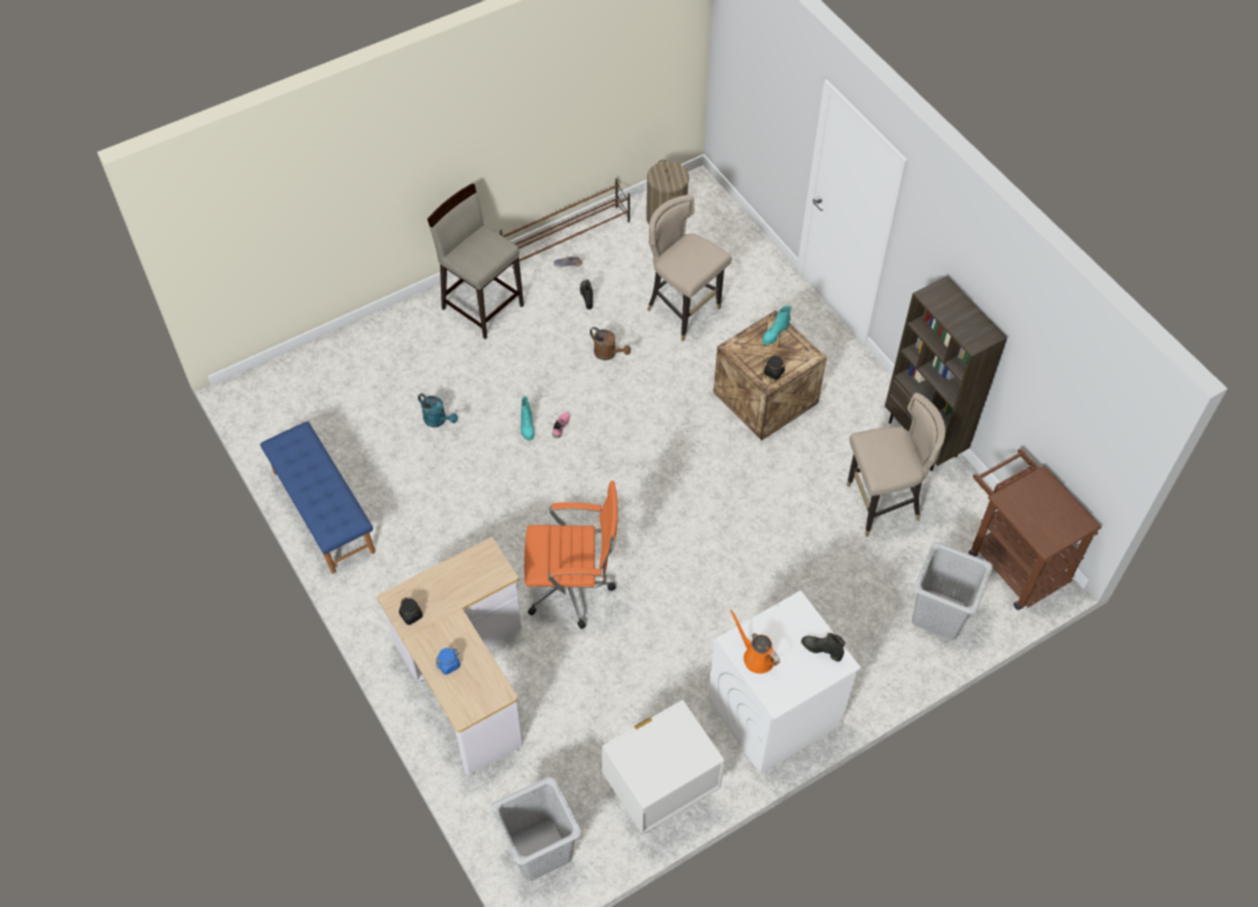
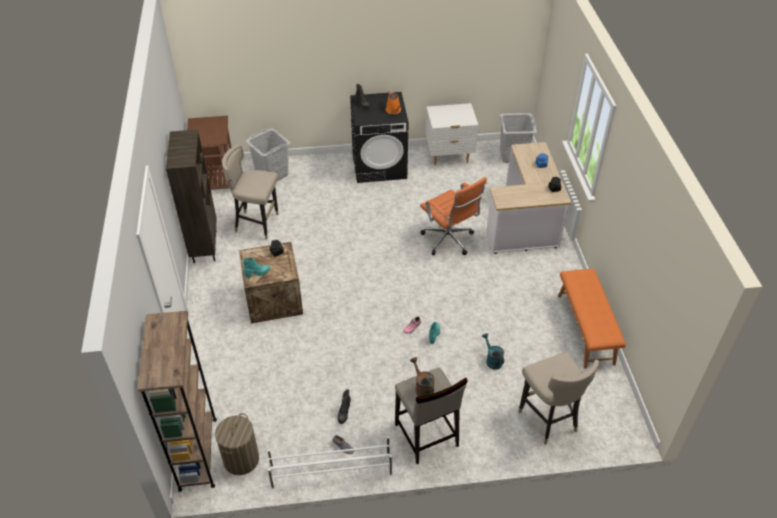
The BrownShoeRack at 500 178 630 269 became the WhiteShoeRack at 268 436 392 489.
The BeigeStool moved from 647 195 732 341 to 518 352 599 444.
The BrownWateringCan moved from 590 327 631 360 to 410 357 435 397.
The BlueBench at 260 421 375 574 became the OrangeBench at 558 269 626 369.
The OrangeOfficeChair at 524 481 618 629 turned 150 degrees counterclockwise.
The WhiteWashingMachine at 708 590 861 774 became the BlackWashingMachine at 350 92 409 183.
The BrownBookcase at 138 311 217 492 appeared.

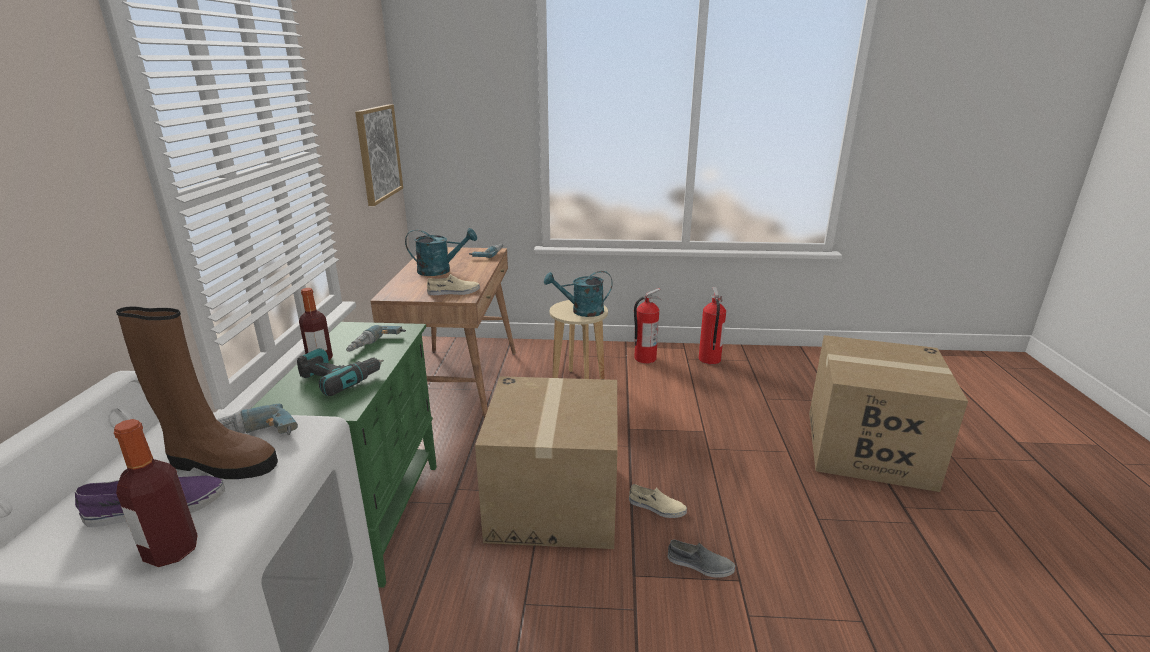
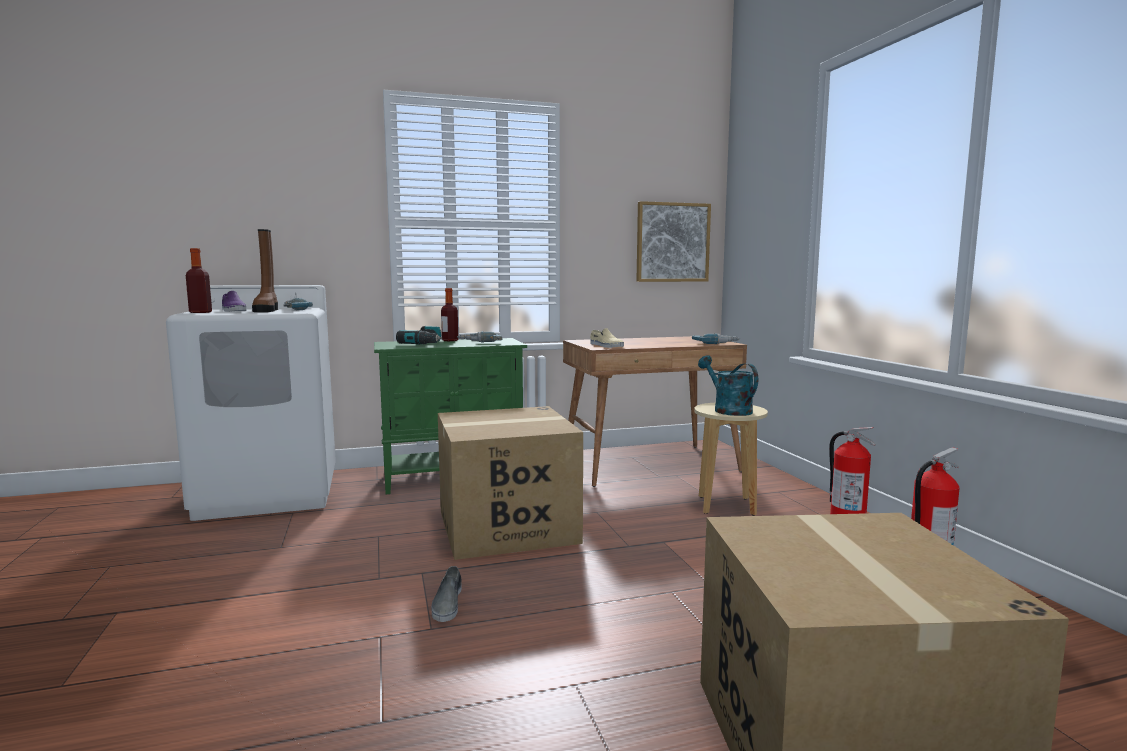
The TurquoiseWateringCan at 405 228 477 276 disappeared.
The BeigeShoe at 629 484 687 518 disappeared.

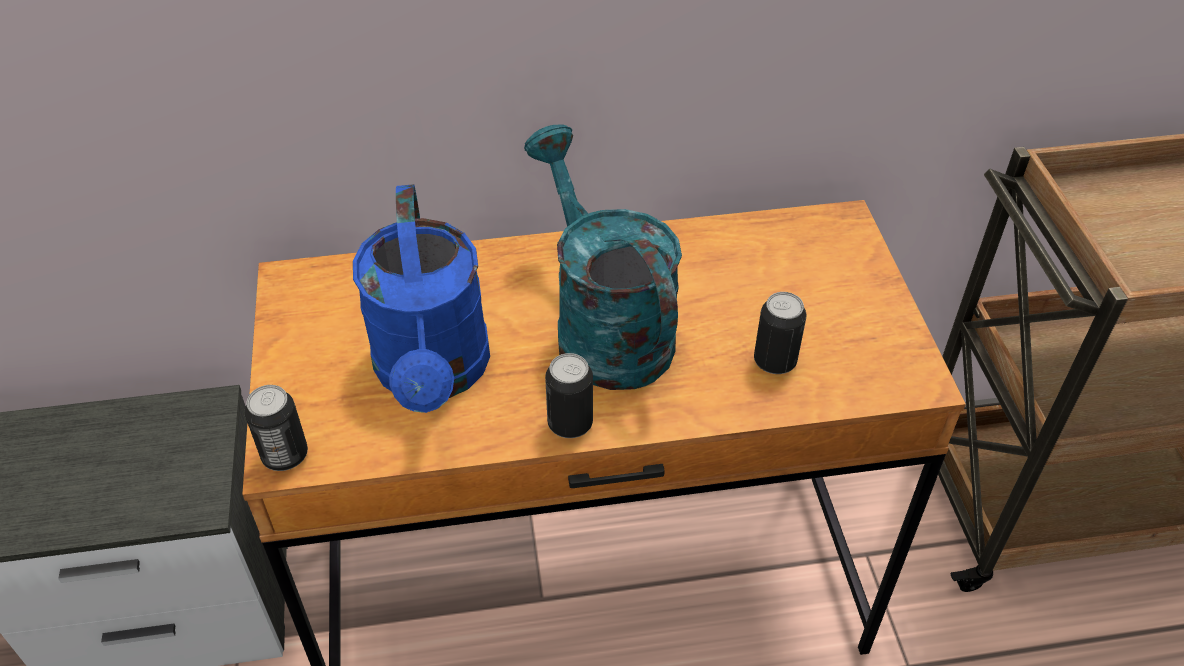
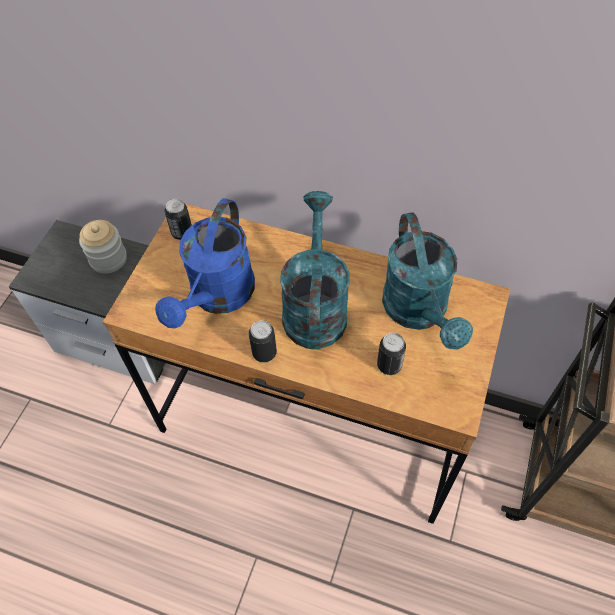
The Can moved from 245 385 308 471 to 164 199 192 240.
The TurquoiseWateringCan at 382 212 473 350 appeared.
The Jar at 79 220 127 274 appeared.

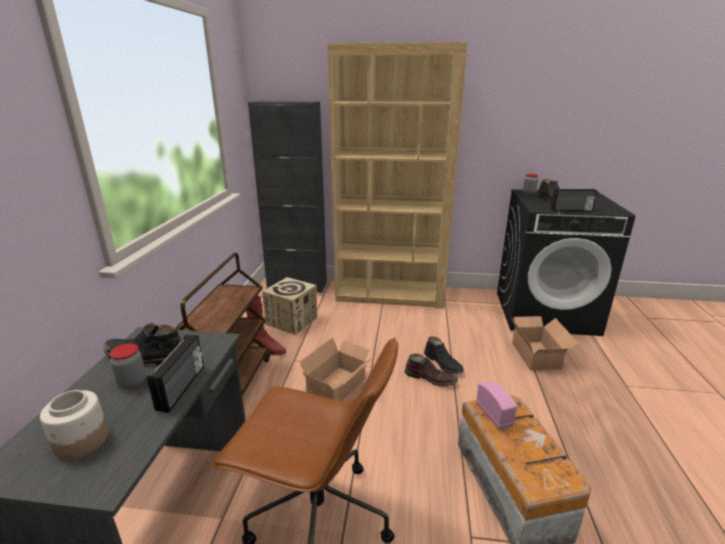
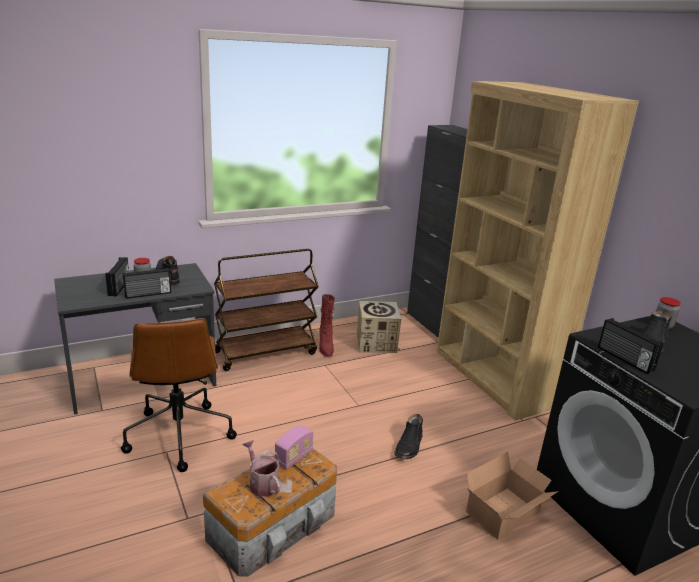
The CardboardBox at 300 337 374 401 disappeared.
The BrownBoot at 404 354 458 386 disappeared.
The Jar at 40 390 108 460 disappeared.
The Radio at 105 257 130 297 appeared.
The WateringCan at 242 440 280 497 appeared.

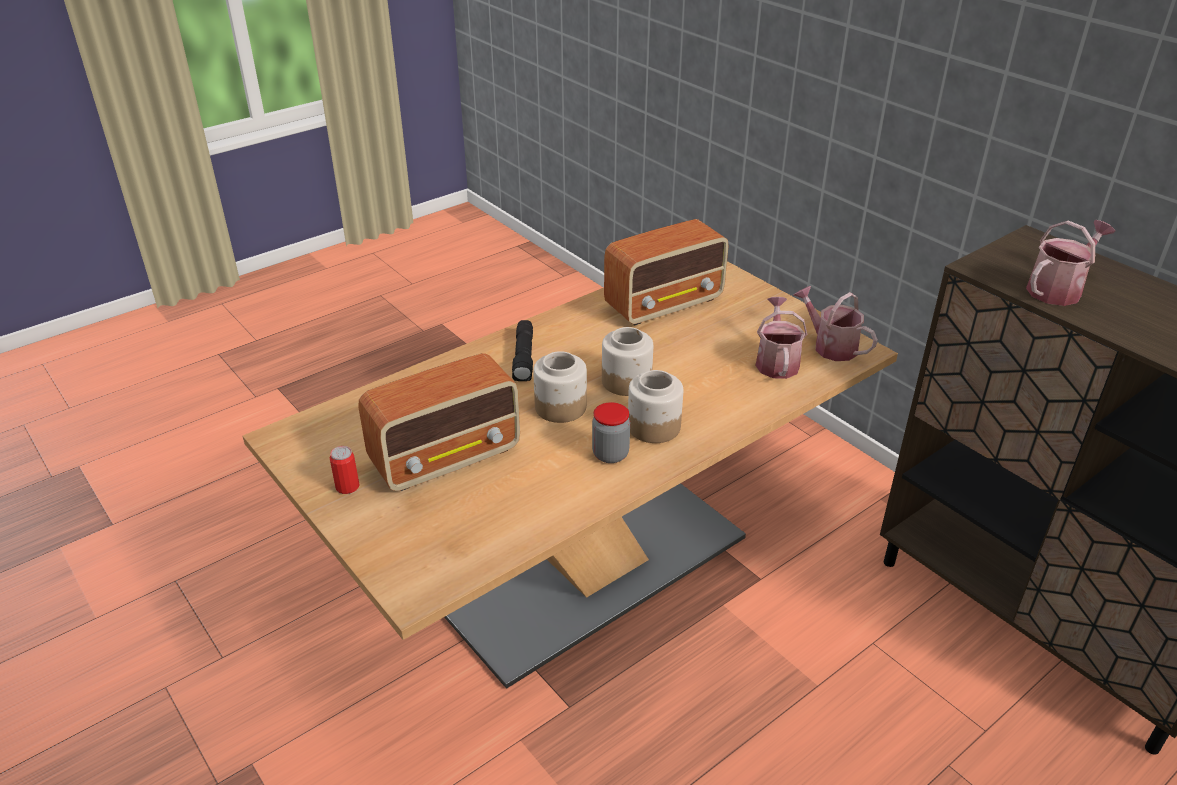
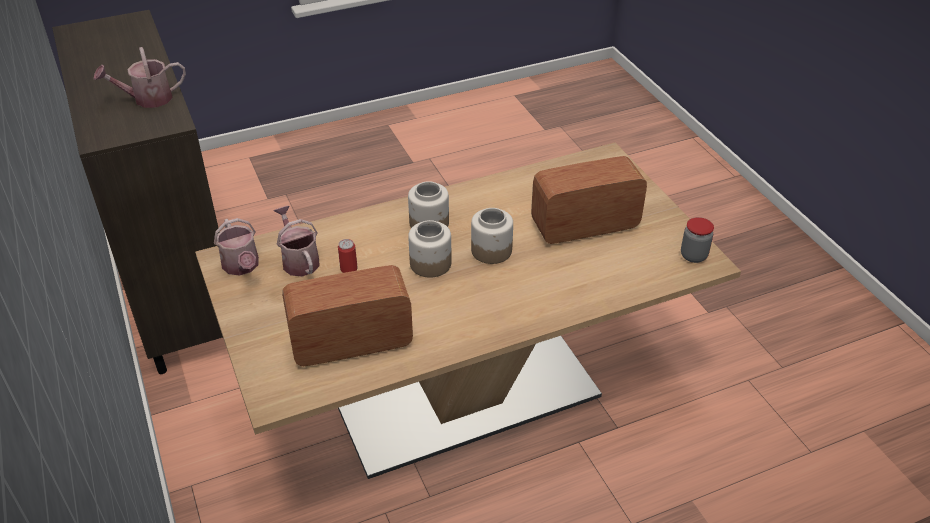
The WateringCan at 755 297 808 379 turned 135 degrees clockwise.
The BlackFlashlight at 512 320 533 381 disappeared.
The Jar moved from 592 402 630 463 to 681 217 714 263.
The Can moved from 330 446 360 494 to 338 239 357 273.

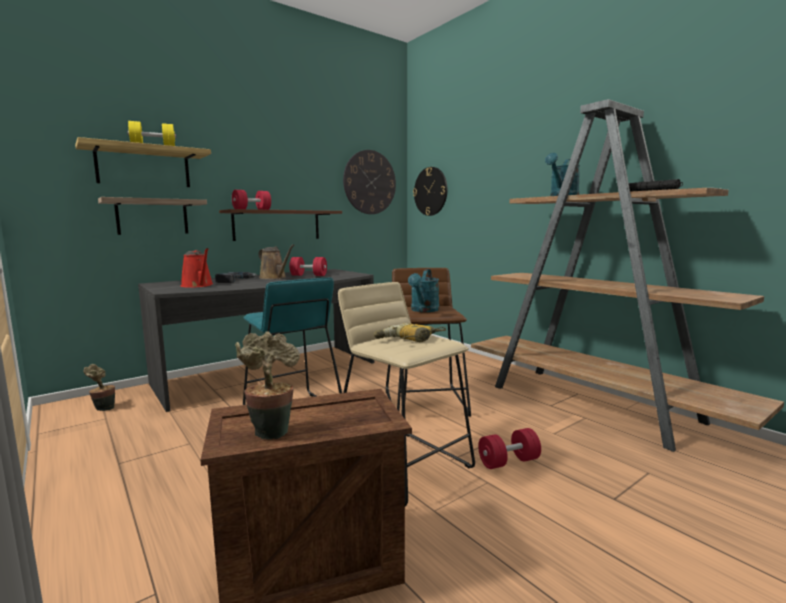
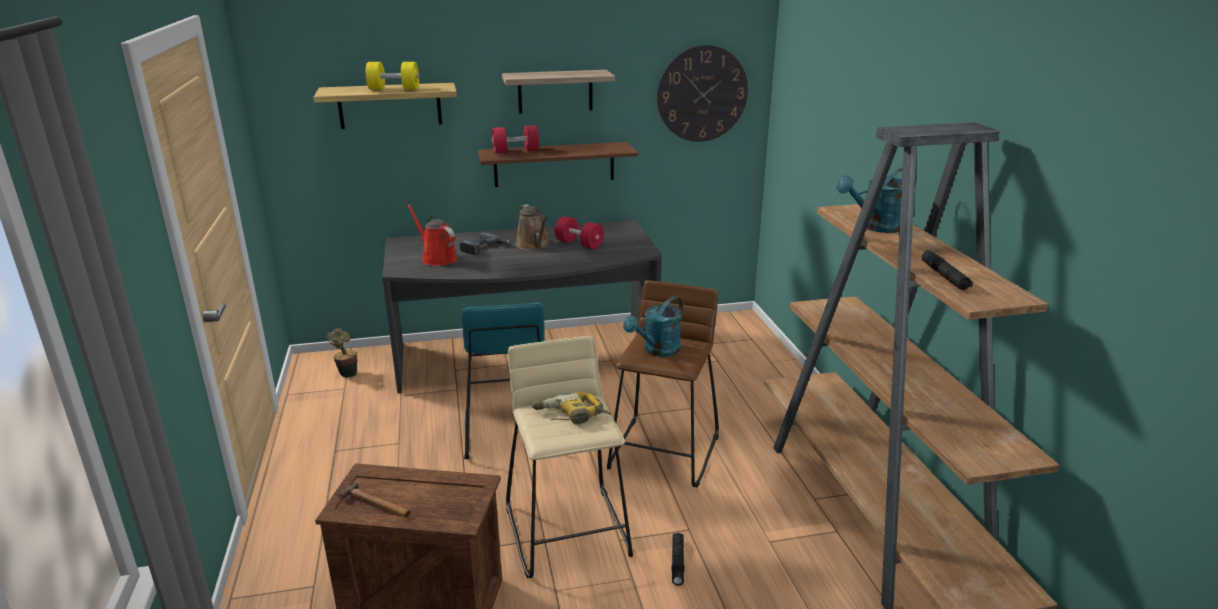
The WallClock at 413 167 448 216 disappeared.
The Shelf moved from 98 197 207 235 to 502 70 615 114.
The RedWateringCan at 181 248 213 288 turned 150 degrees clockwise.
The PottedPlant at 235 331 300 440 was replaced by the Hammer at 338 483 410 517.
The RedDumbbell at 478 428 541 469 was replaced by the BlackFlashlight at 671 533 684 586.

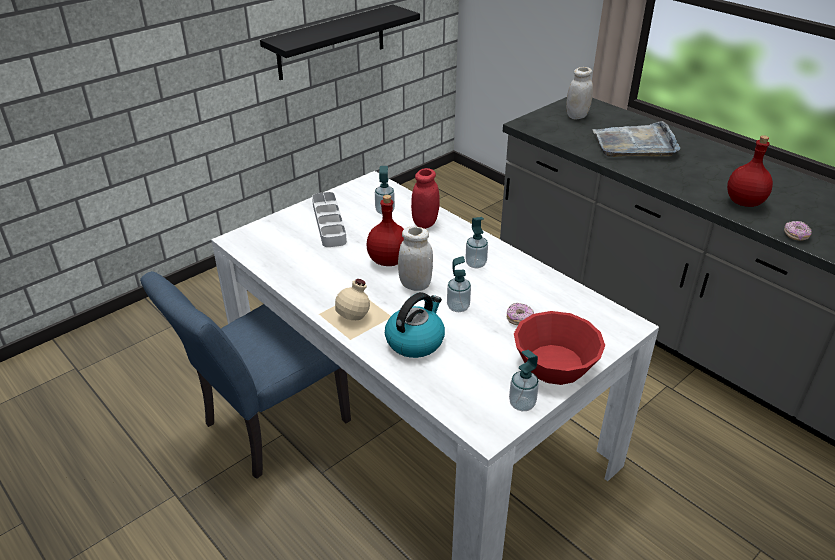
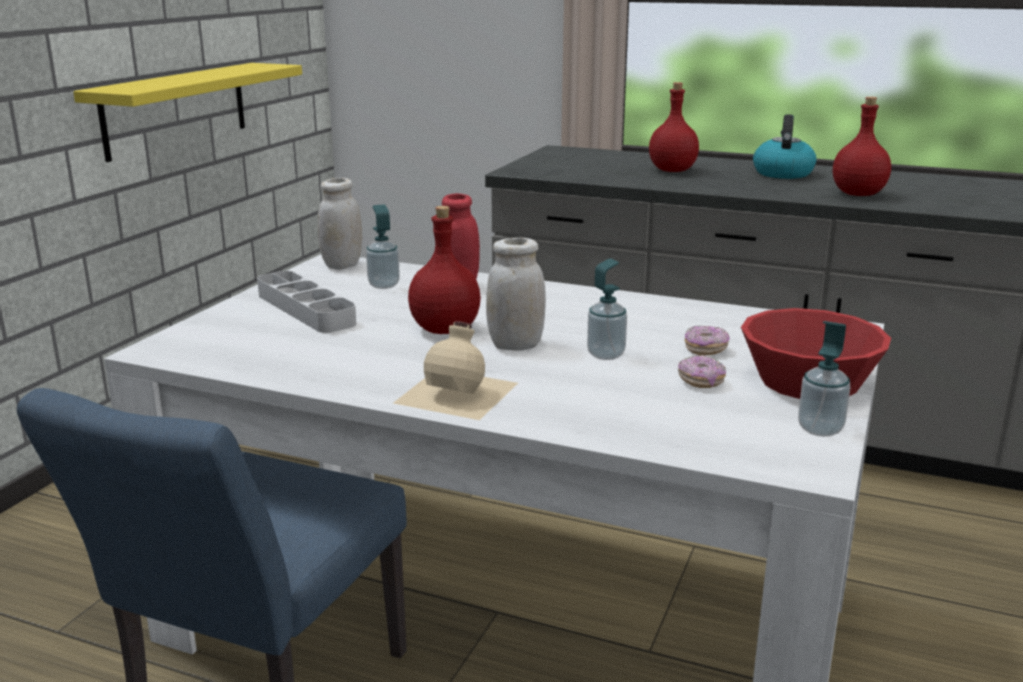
The BlackShelf at 260 4 420 80 became the YellowShelf at 73 63 302 162.
The WhiteJar moved from 566 67 593 119 to 318 178 362 270.
The GreyTray at 592 121 680 157 was replaced by the RedBottle at 649 82 699 172.
The SoapDispenser at 465 217 488 268 disappeared.
The Donut moved from 784 221 812 240 to 678 355 726 388.
The Kettle moved from 385 292 445 358 to 753 114 816 179.

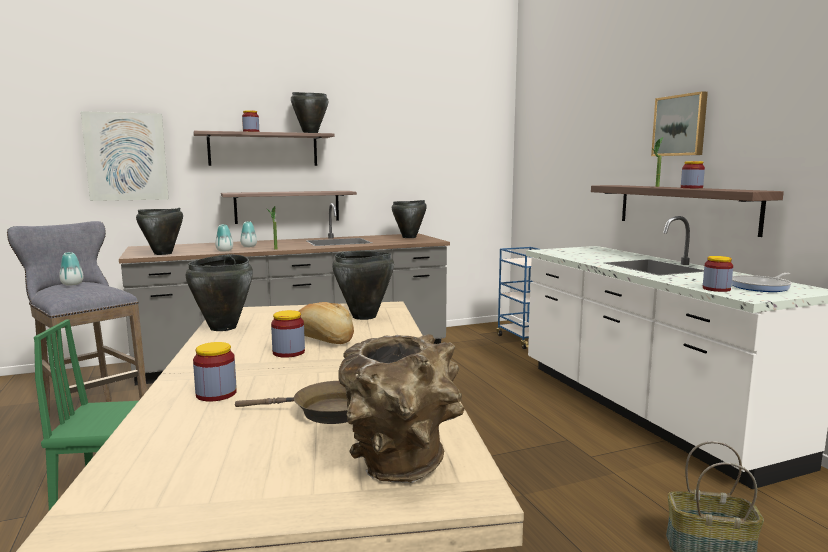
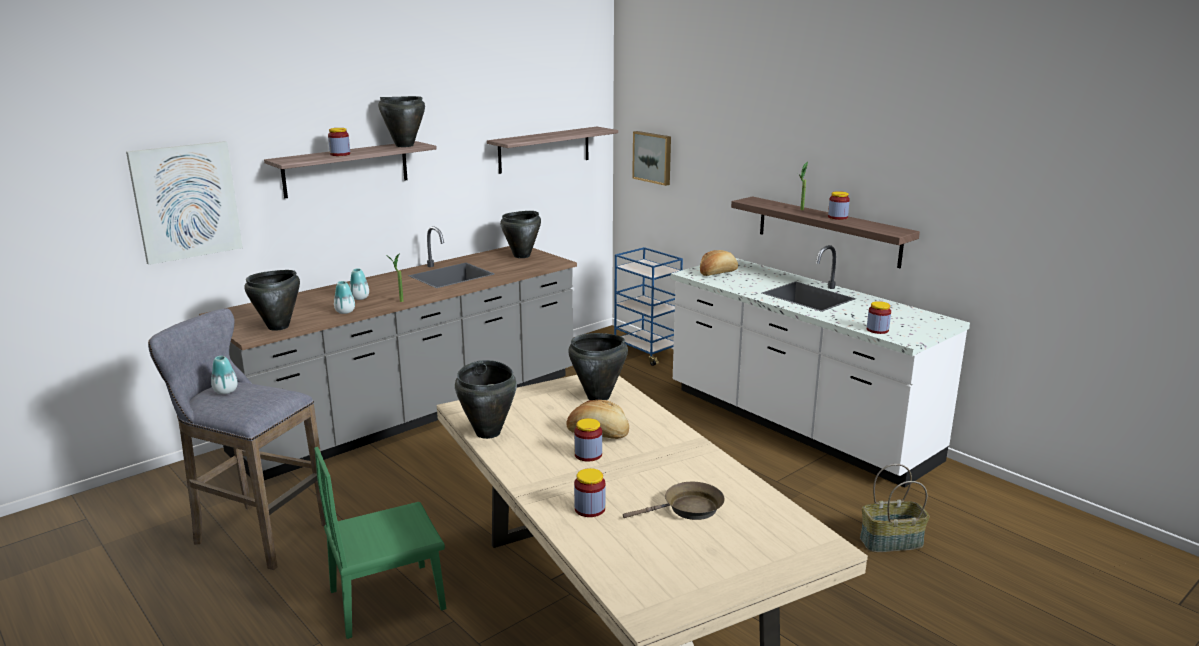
The Picture moved from 651 91 708 156 to 632 131 671 186.
The Shelf moved from 221 191 357 224 to 487 127 618 174.
The FryingPan at 732 273 792 292 disappeared.
The BrownVase at 338 334 465 483 disappeared.
The Bread at 700 250 738 276 appeared.

